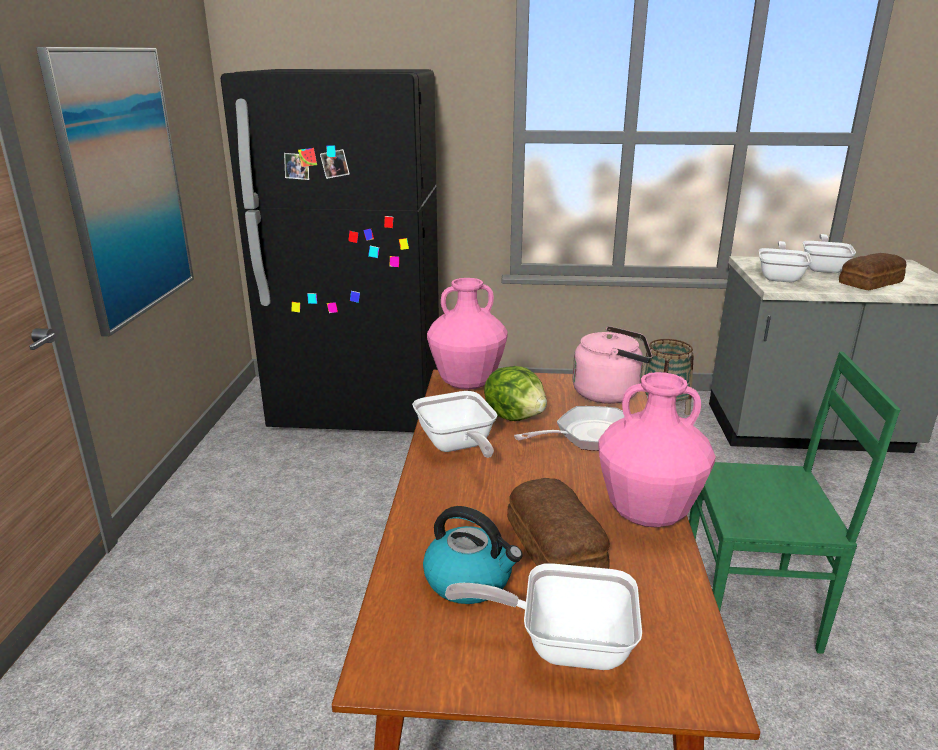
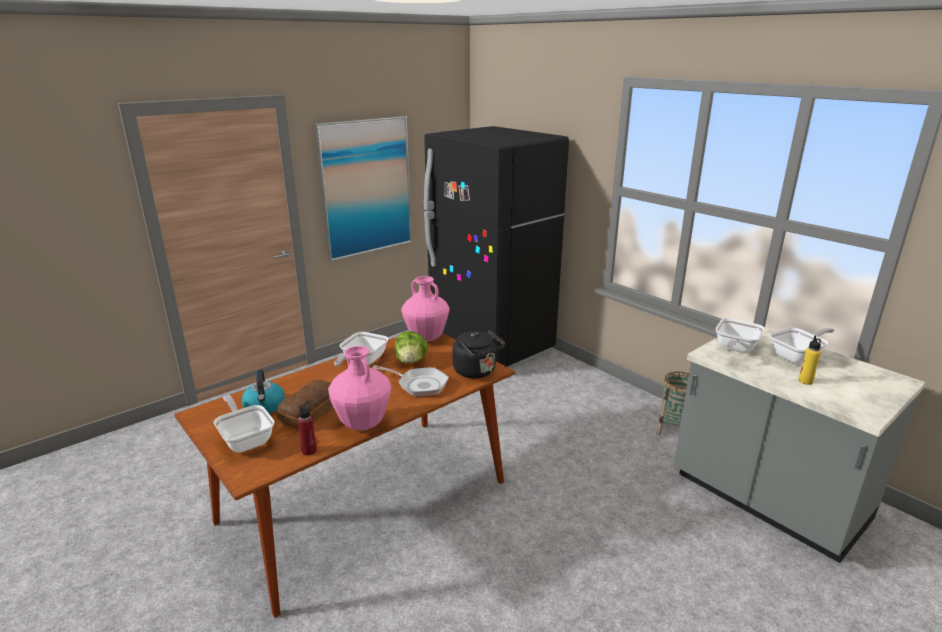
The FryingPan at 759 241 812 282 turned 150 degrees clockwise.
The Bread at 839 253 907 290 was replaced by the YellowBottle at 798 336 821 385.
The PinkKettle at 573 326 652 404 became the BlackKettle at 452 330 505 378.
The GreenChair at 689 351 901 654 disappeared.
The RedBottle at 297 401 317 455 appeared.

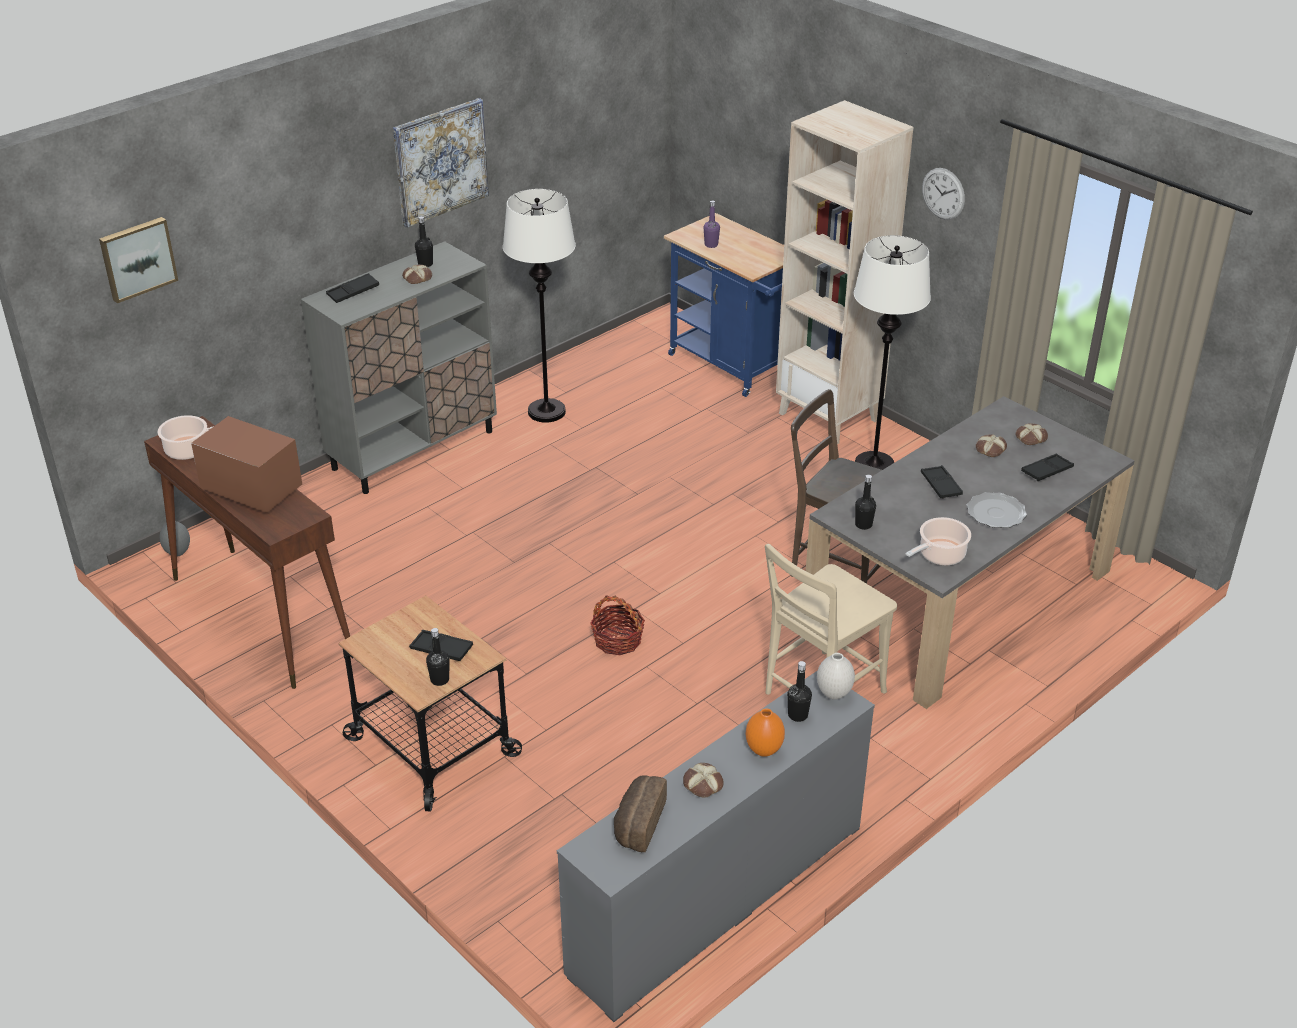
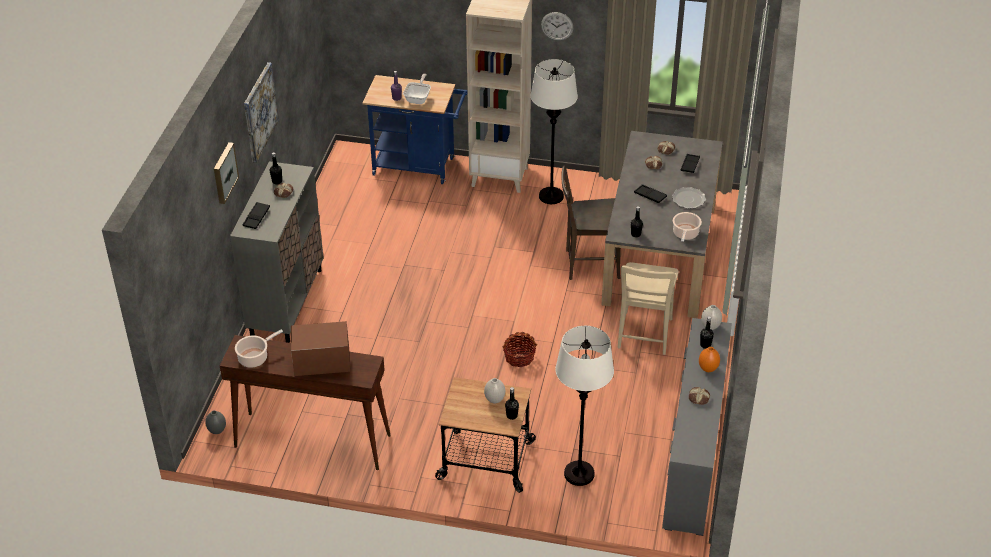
The WhiteFloorLamp moved from 503 189 576 423 to 555 326 614 486.
The Picture moved from 99 217 178 303 to 214 142 239 204.
The BlackTray at 409 630 473 661 was replaced by the WhiteVase at 484 378 505 403.
The Bread at 614 775 667 852 disappeared.
The FryingPan at 403 73 431 104 appeared.

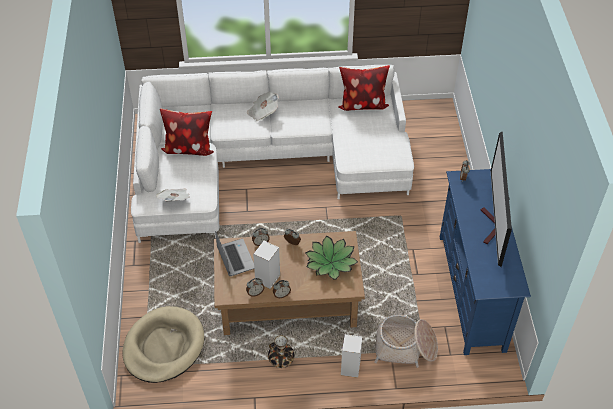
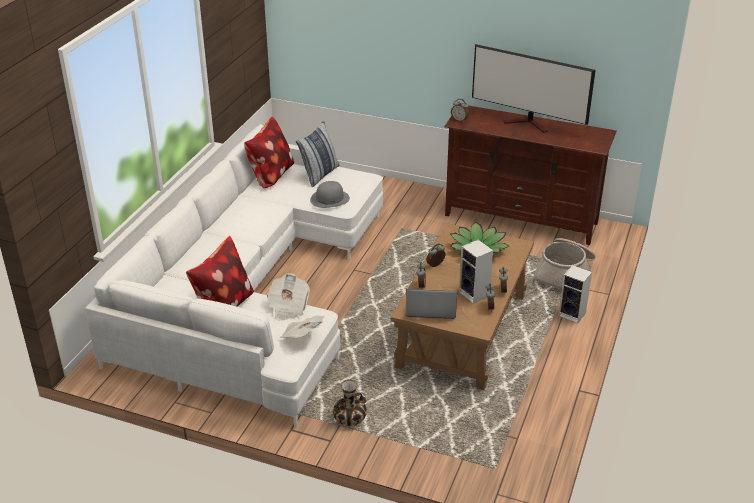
The Newspaper moved from 247 91 279 121 to 267 273 310 321.
The BlueTvStand at 440 169 531 355 became the BrownTvStand at 444 106 617 245.
The BeigeDogBed at 122 306 204 383 disappeared.
The Vase moved from 268 335 295 368 to 333 380 367 426.
The Pillow at 296 121 340 187 appeared.
The GreyHat at 310 181 350 208 appeared.

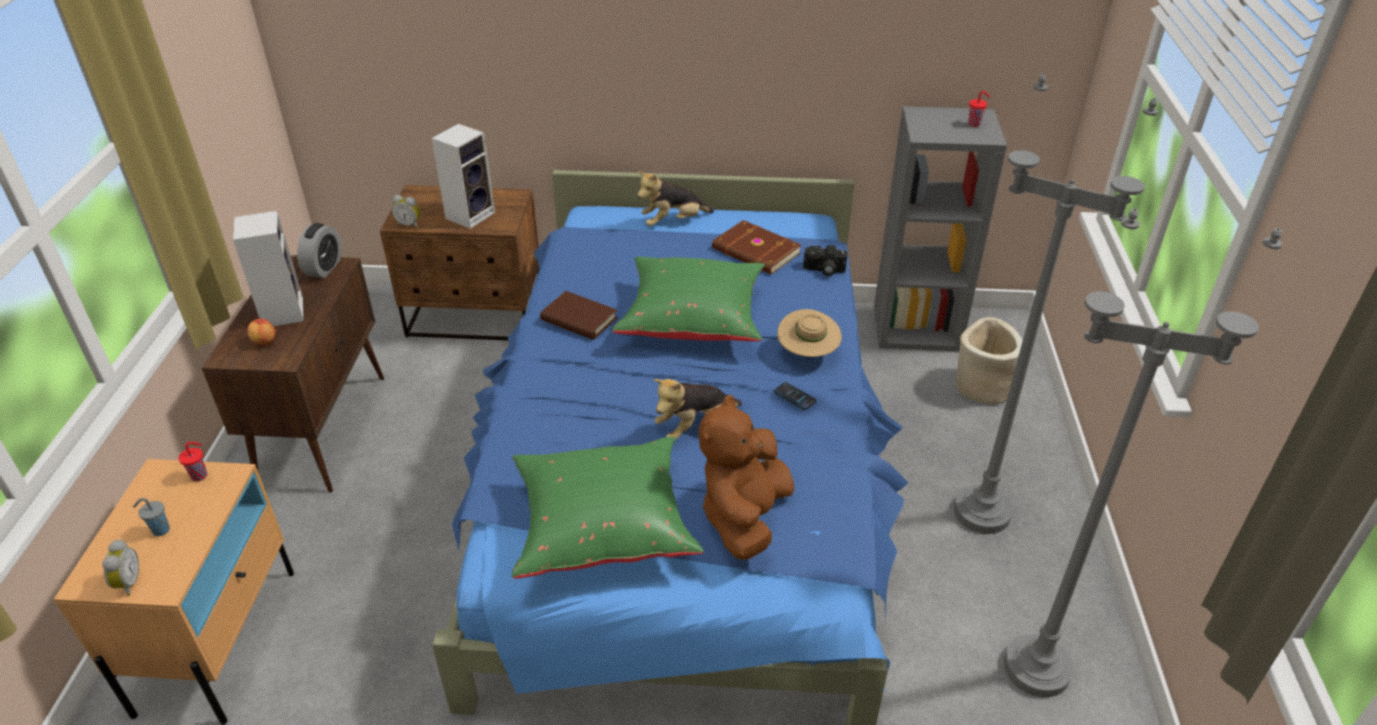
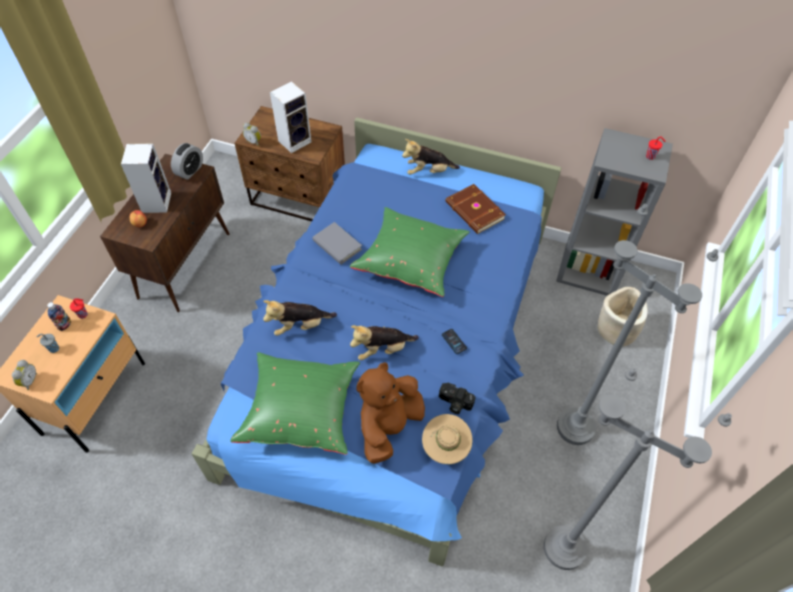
The PhotoCamera moved from 803 245 848 276 to 439 383 475 414.
The BrownBook at 540 291 618 340 became the GreyBook at 313 222 362 264.
The BeigeHat moved from 777 309 842 358 to 422 414 473 464.
The PlushToy at 263 300 337 336 appeared.
The Bottle at 47 302 71 331 appeared.

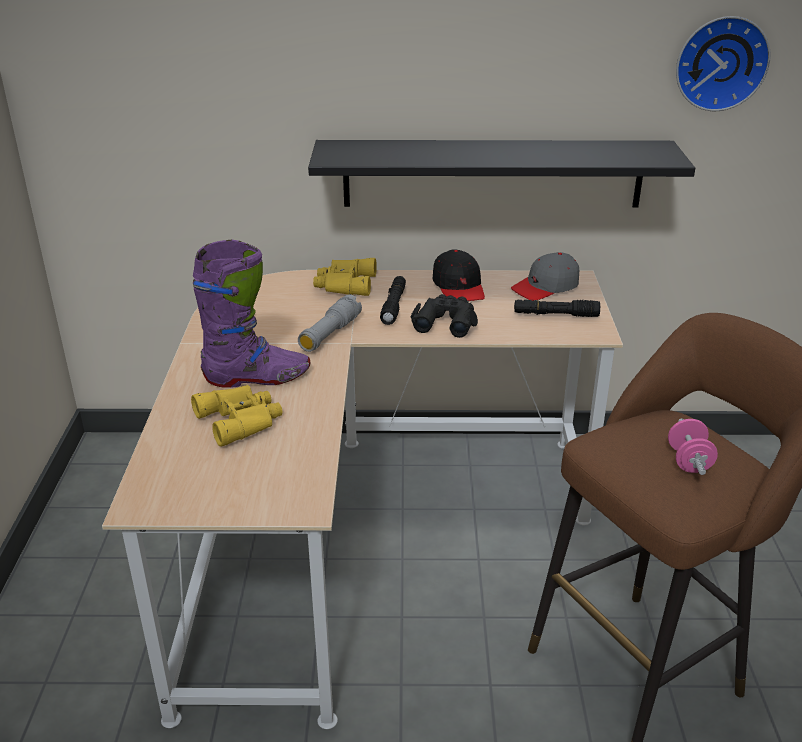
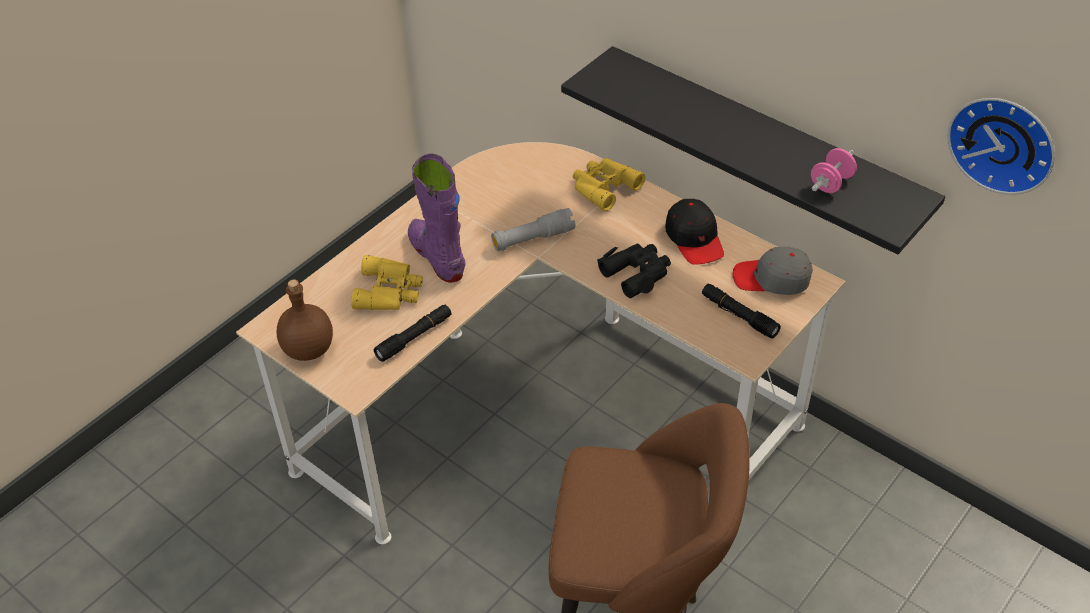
The PurpleBoot at 193 240 310 388 turned 150 degrees counterclockwise.
The BlackCap at 432 249 485 301 turned 45 degrees counterclockwise.
The BlackFlashlight moved from 380 276 406 325 to 374 305 451 362.
The PinkDumbbell moved from 668 418 718 475 to 811 148 857 193.
The BrownBottle at 276 279 333 361 appeared.

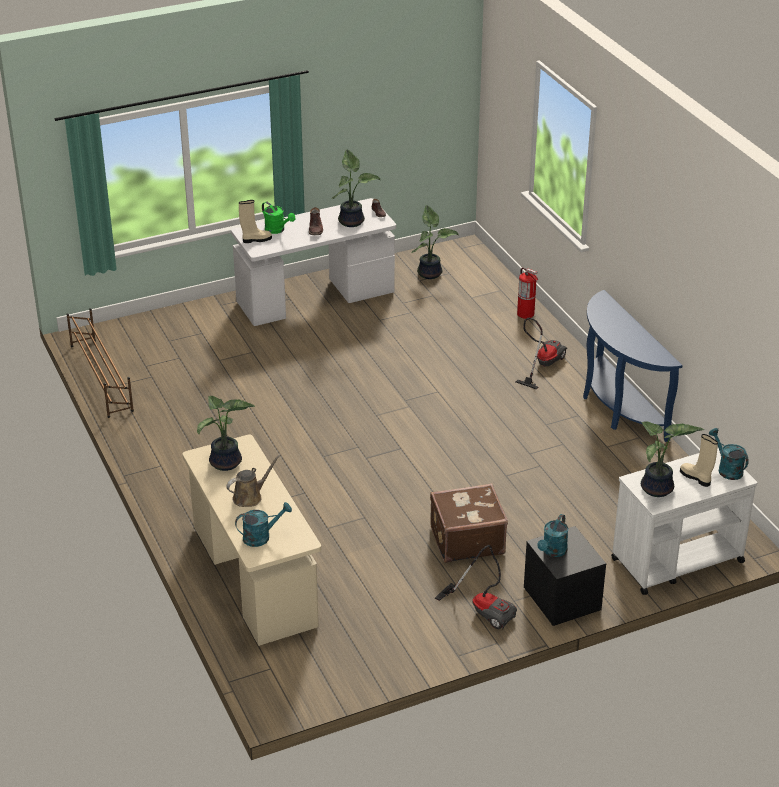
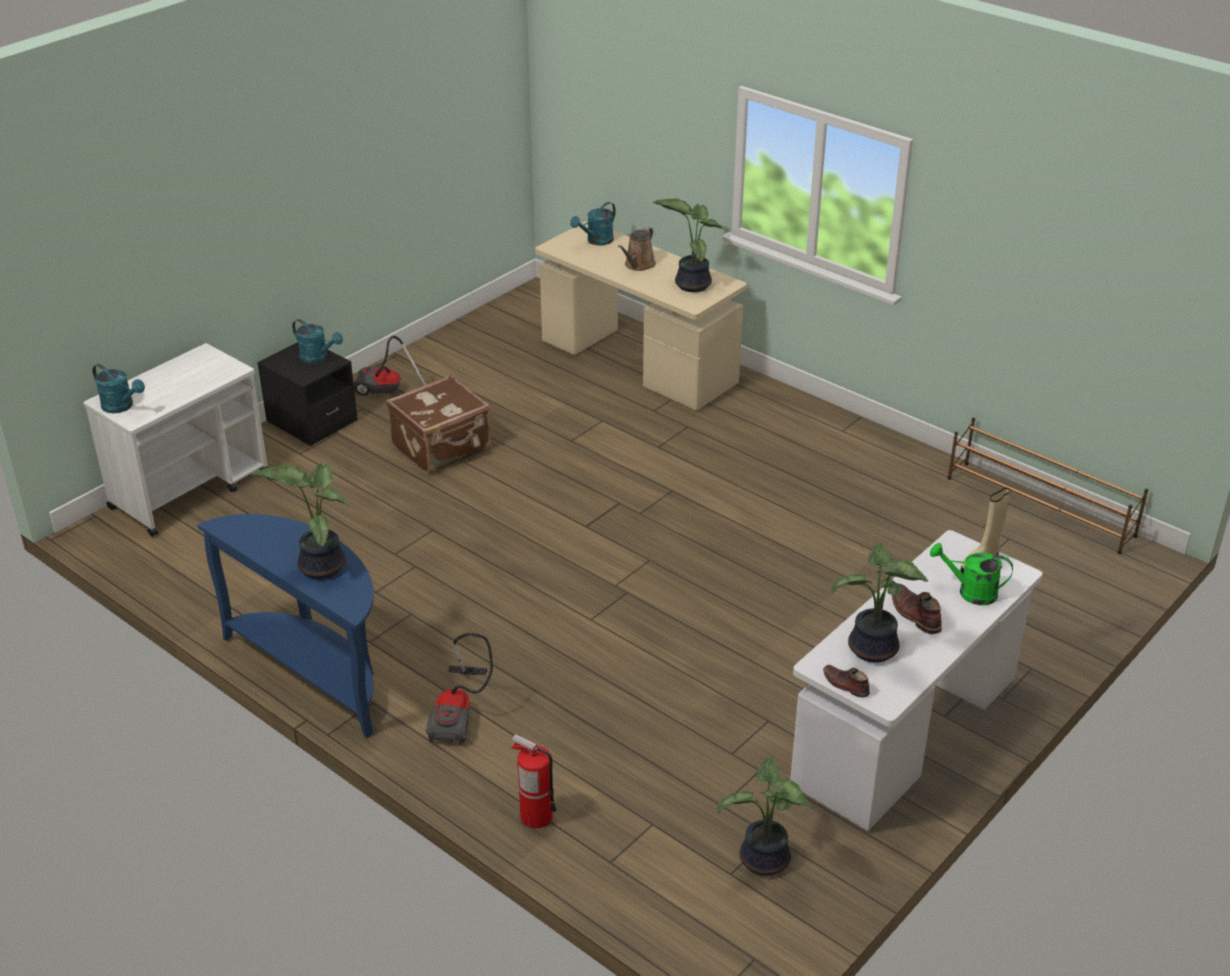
The PottedPlant moved from 641 421 704 497 to 251 463 349 579.
The BeigeBoot at 680 434 718 487 disappeared.
The TurquoiseWateringCan at 537 514 568 557 turned 120 degrees clockwise.

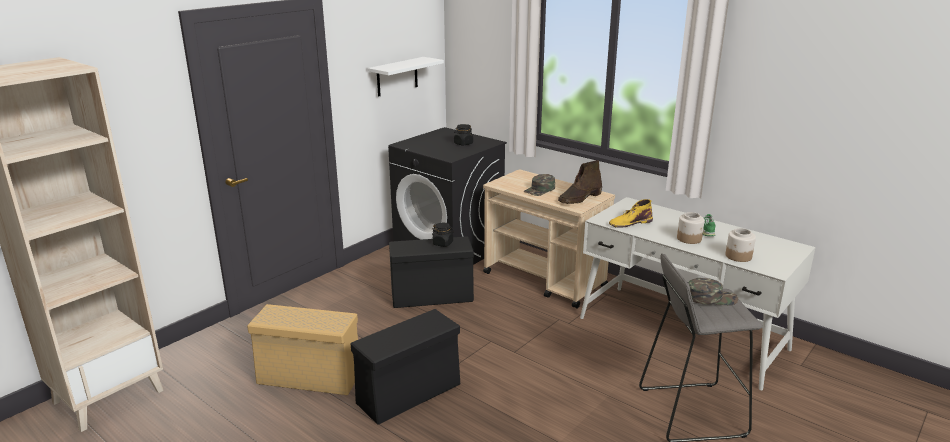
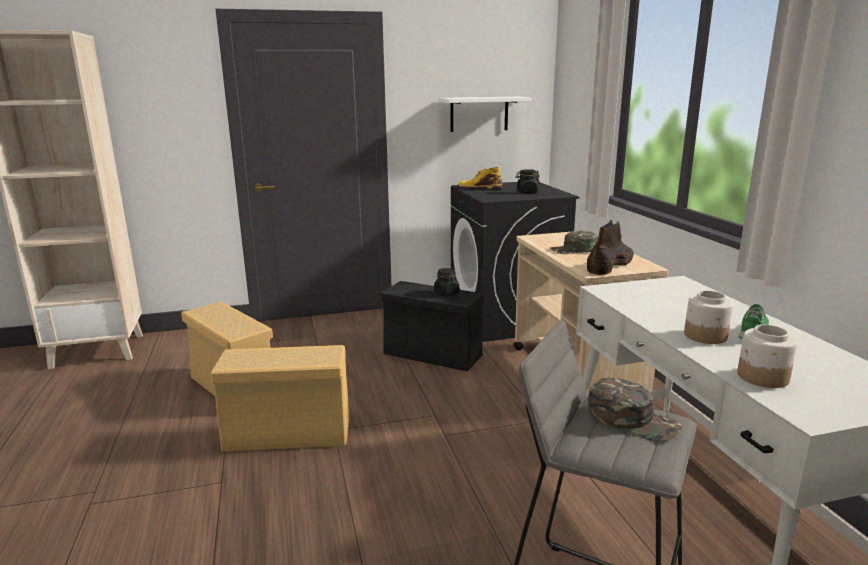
The BrownBoot at 558 160 602 204 turned 135 degrees clockwise.
The YellowBoot moved from 609 199 653 227 to 458 167 503 189.
The BlackStorageBox at 351 309 460 425 became the BeigeStorageBox at 210 345 349 452.

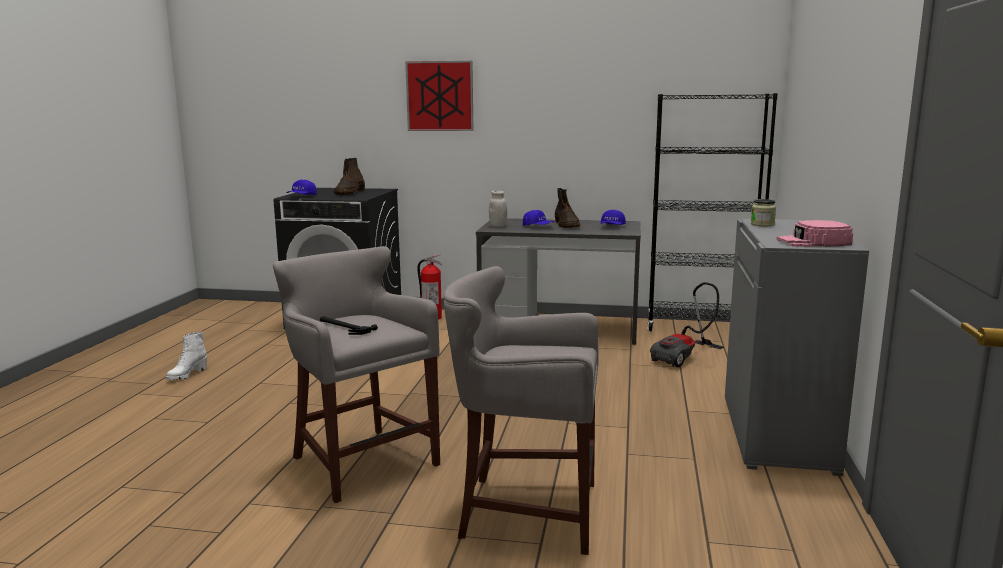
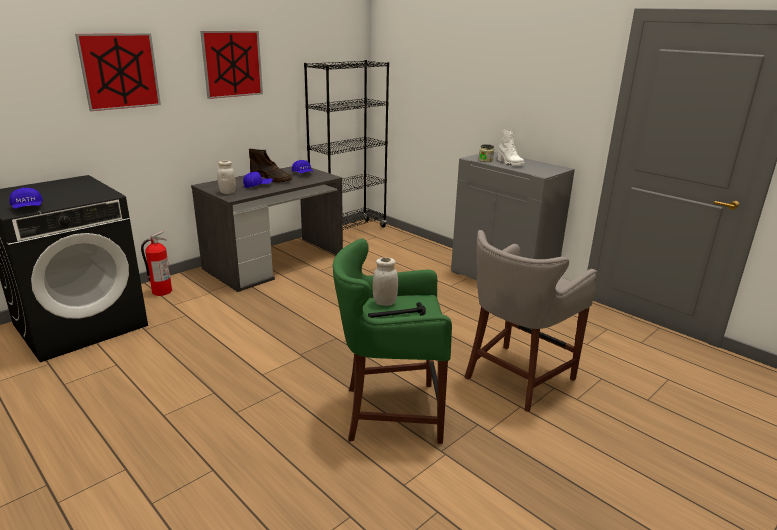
The BrownBoot at 334 158 365 195 disappeared.
The PinkCap at 776 220 853 247 disappeared.
The GreyStool at 273 246 440 503 became the GreenStool at 333 239 452 444.
The VacuumCleaner at 650 282 724 367 disappeared.
The WhiteBoot moved from 166 332 207 380 to 498 130 525 166.
The Picture at 200 31 263 99 appeared.
The WhiteJar at 373 258 398 306 appeared.

